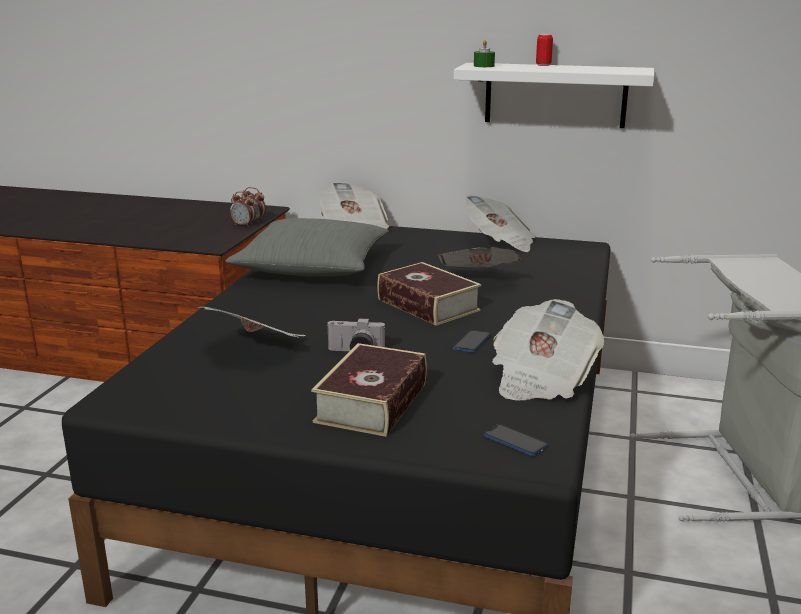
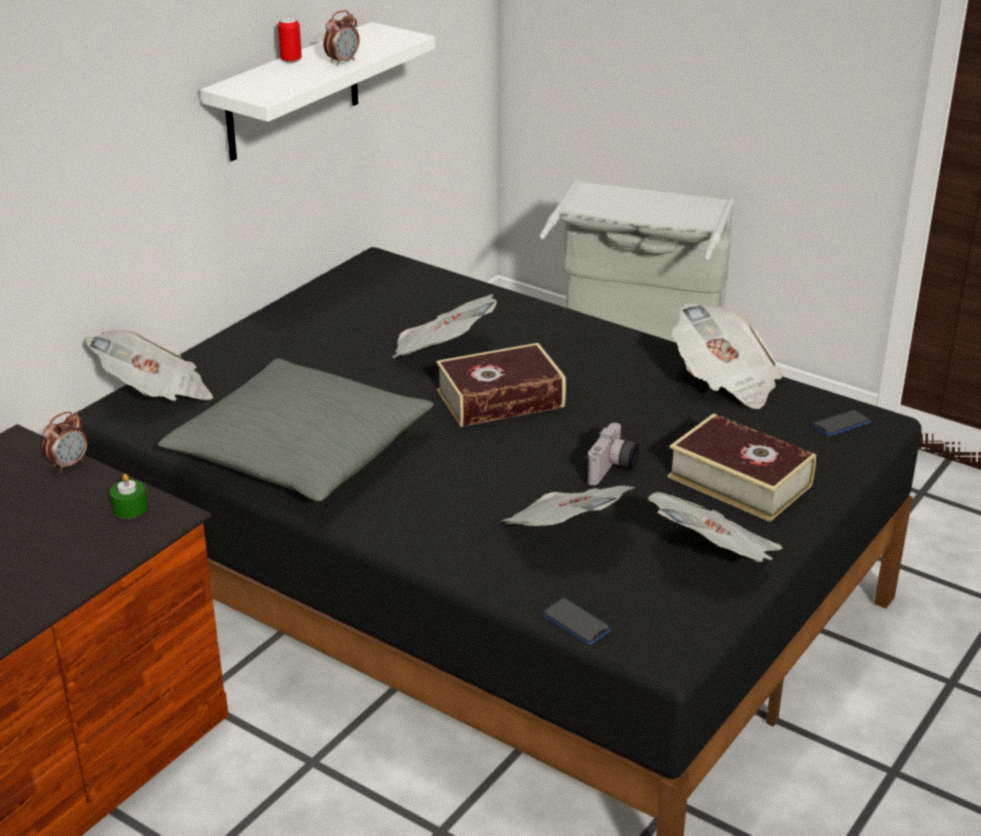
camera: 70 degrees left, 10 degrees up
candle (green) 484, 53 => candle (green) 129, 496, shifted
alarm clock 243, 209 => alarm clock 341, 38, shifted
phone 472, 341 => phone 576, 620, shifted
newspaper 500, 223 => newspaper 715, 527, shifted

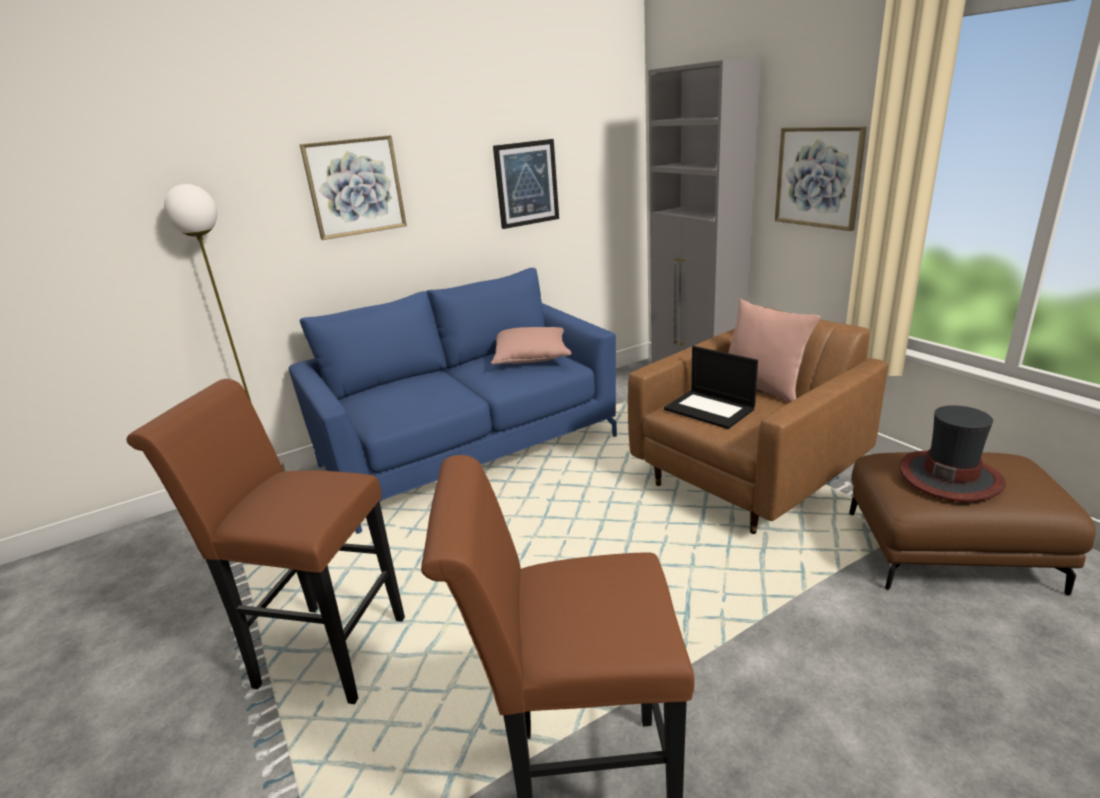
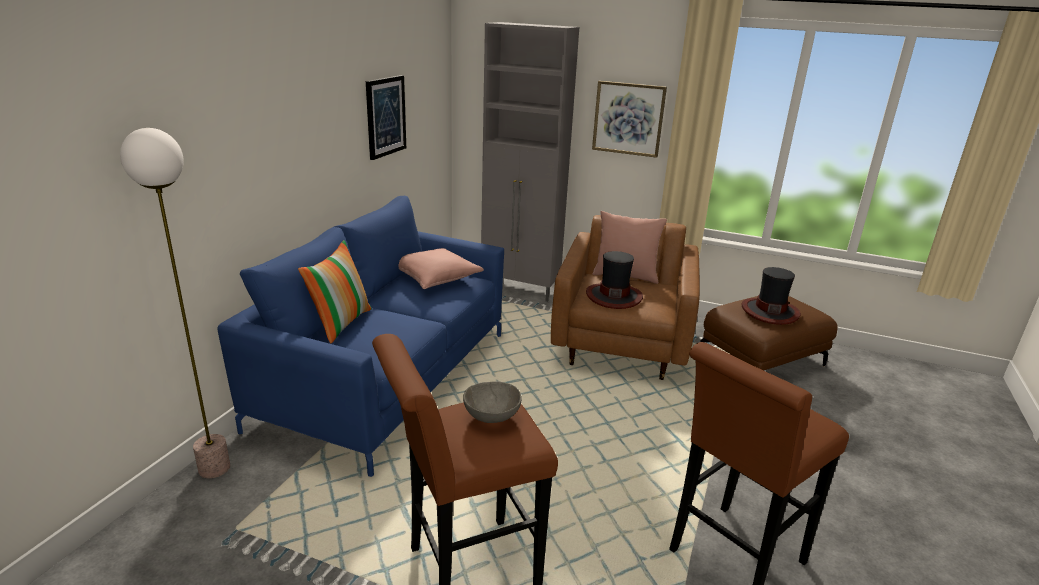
camera: 40 degrees left, 0 degrees up
nothing => pillow 335, 291
nothing => bowl (grey) 492, 402
laptop 711, 387 => hat 614, 280
picture 353, 187 => nothing

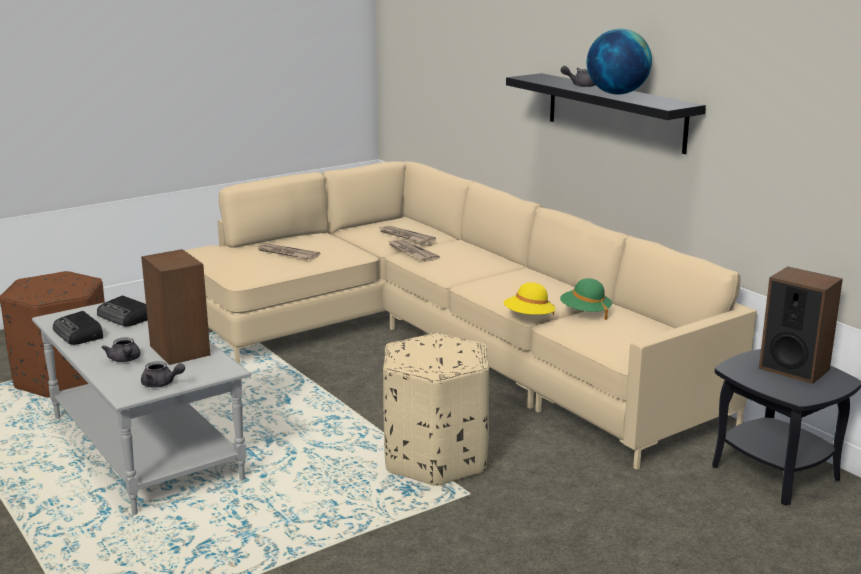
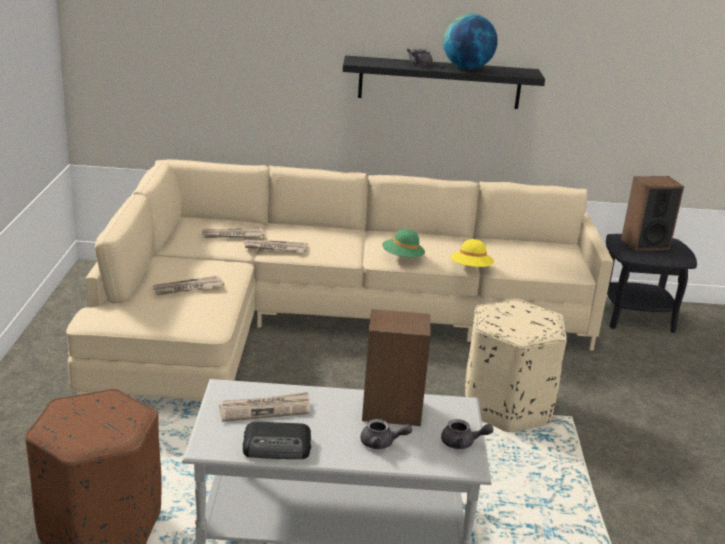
camera: 55 degrees left, 5 degrees up
radio 122, 311 => newspaper 264, 407
hat (green) 586, 299 => hat (green) 403, 243, shifted
teapot (grey) 163, 374 => teapot (grey) 467, 434, 45 degrees clockwise

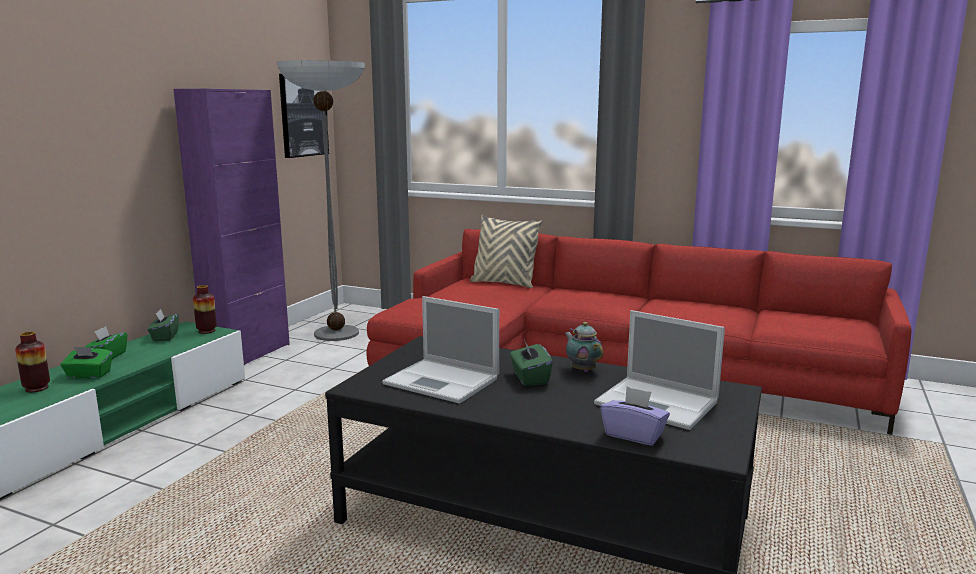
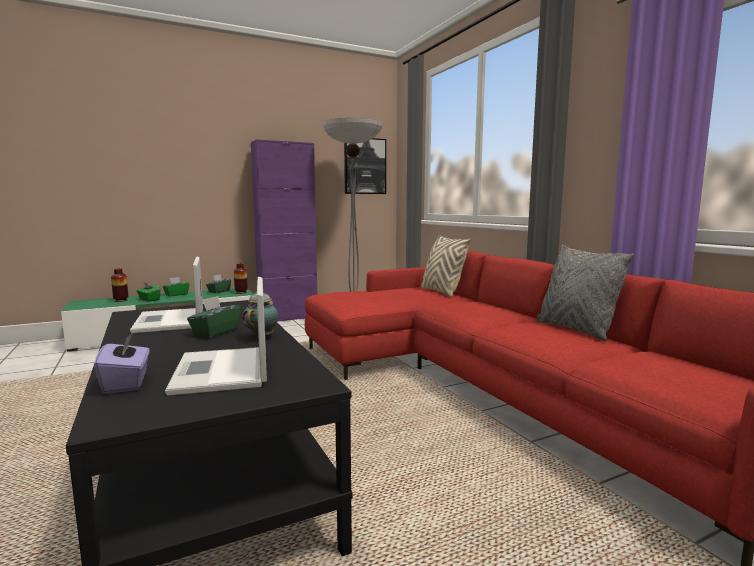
camera: 40 degrees right, 5 degrees down
nothing => pillow (grey) 585, 293

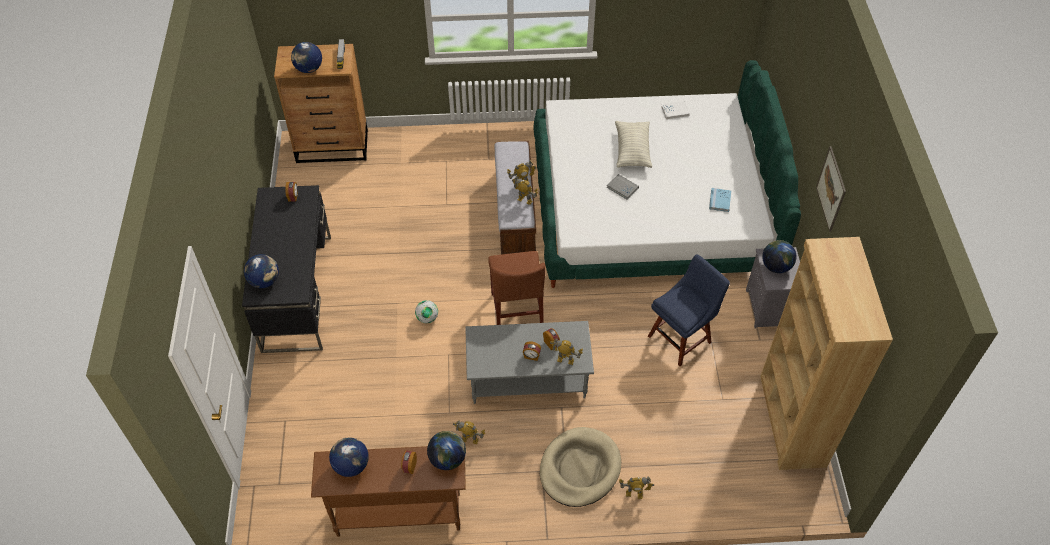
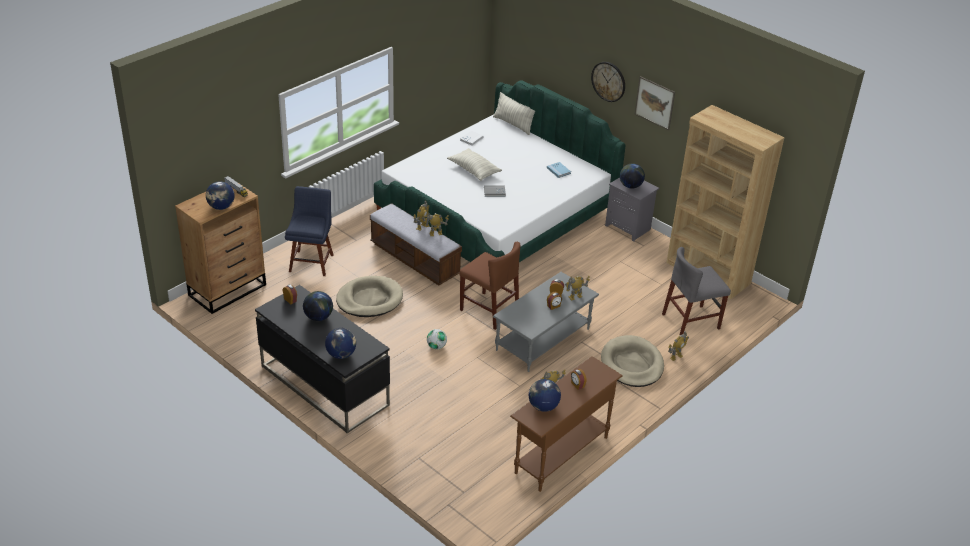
camera: 45 degrees left, 15 degrees down
chair (blue) 689, 310 => chair (blue) 309, 231, shifted
globe 446, 450 => globe 318, 306, shifted
nothing => dog bed (beige) 369, 296
nothing => pillow 514, 113
nothing => wall clock 608, 82
nothing => chair (grey) 696, 291

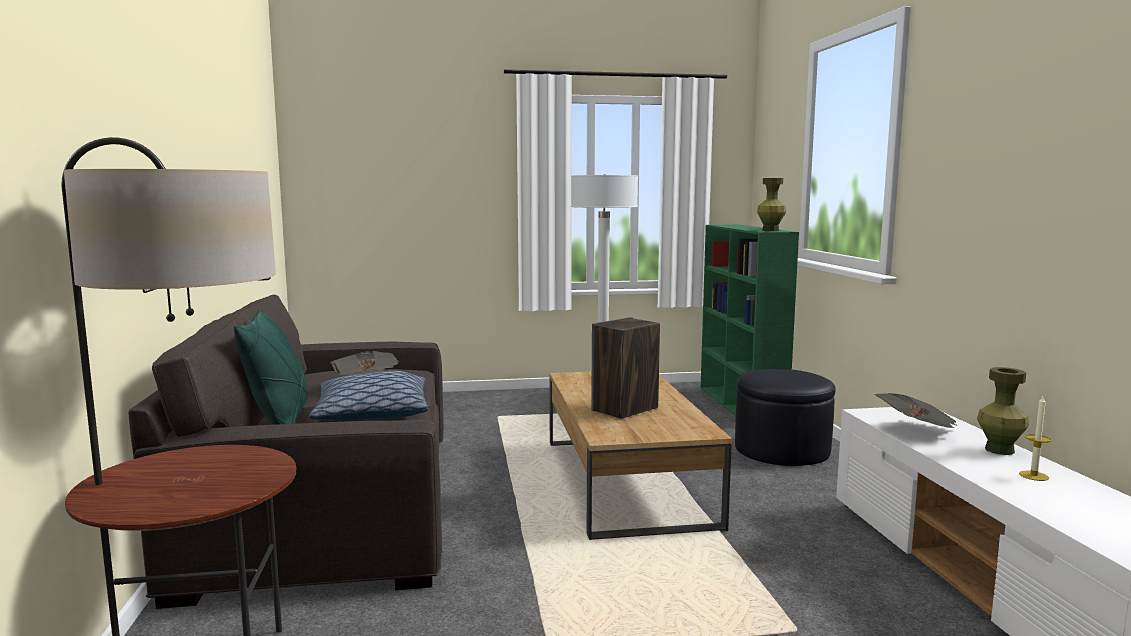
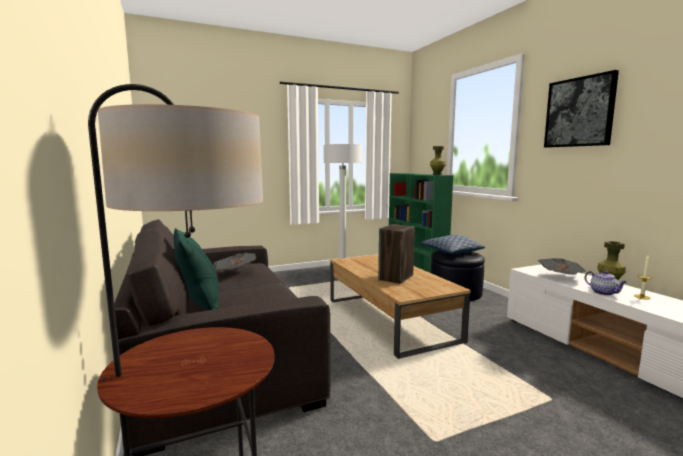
camera: 15 degrees left, 0 degrees up
pillow 369, 395 => pillow 453, 244, shifted
nothing => picture 581, 109
nothing => teapot 606, 283

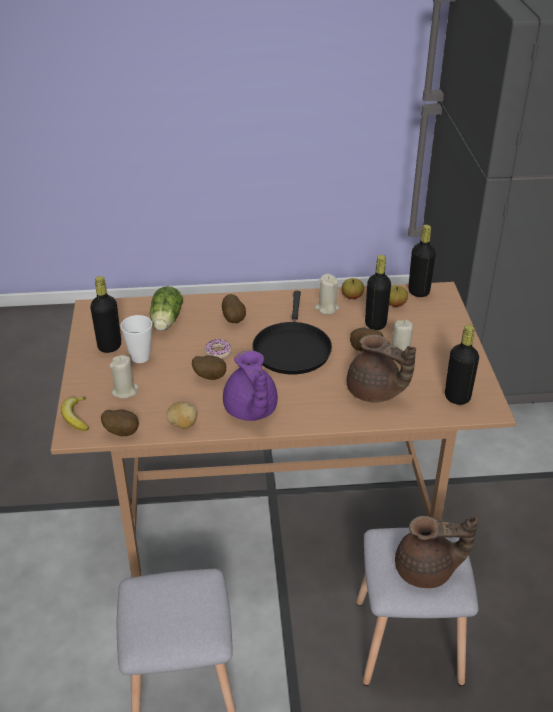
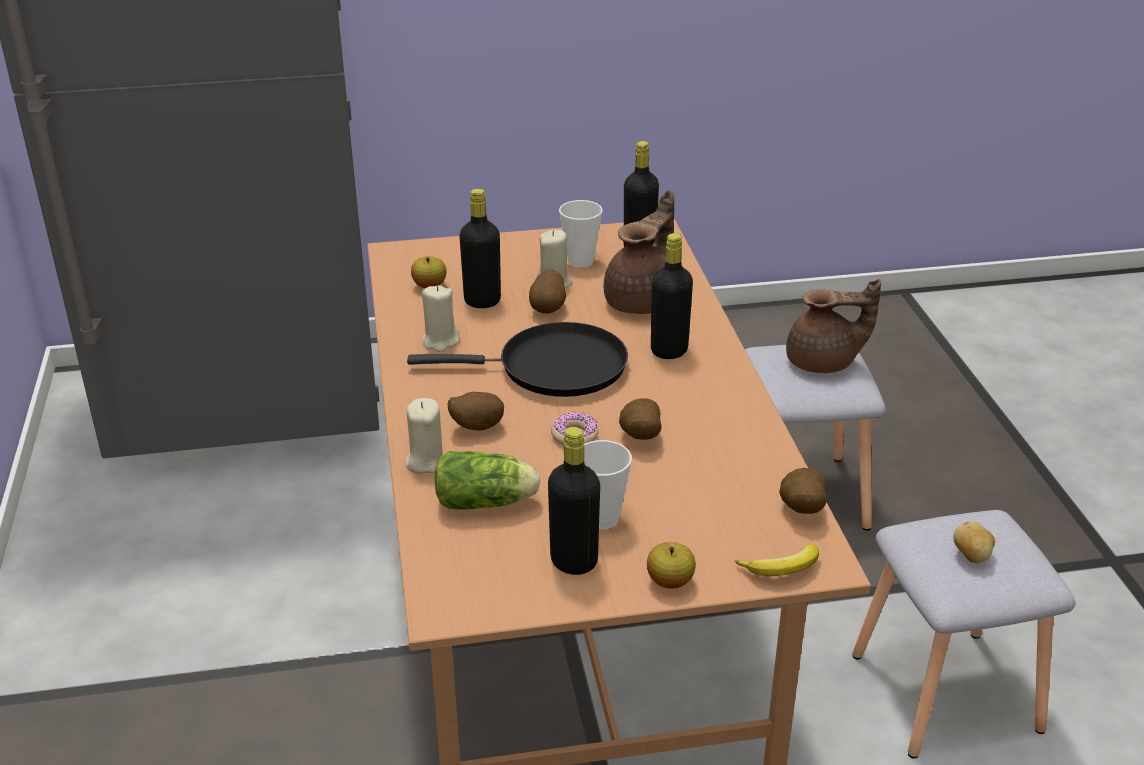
camera: 95 degrees left, 5 degrees down
candle (beige) 124, 377 => candle (beige) 425, 435, shifted
nothing => cup 581, 233
apple 353, 288 => apple 671, 565, shifted
bottle (black) 422, 261 => bottle (black) 672, 296, shifted
teapot (brown) 436, 552 => teapot (brown) 833, 326, 90 degrees clockwise
potato 181, 415 => potato 974, 542, shifted
teapot (purple) 250, 385 => nothing

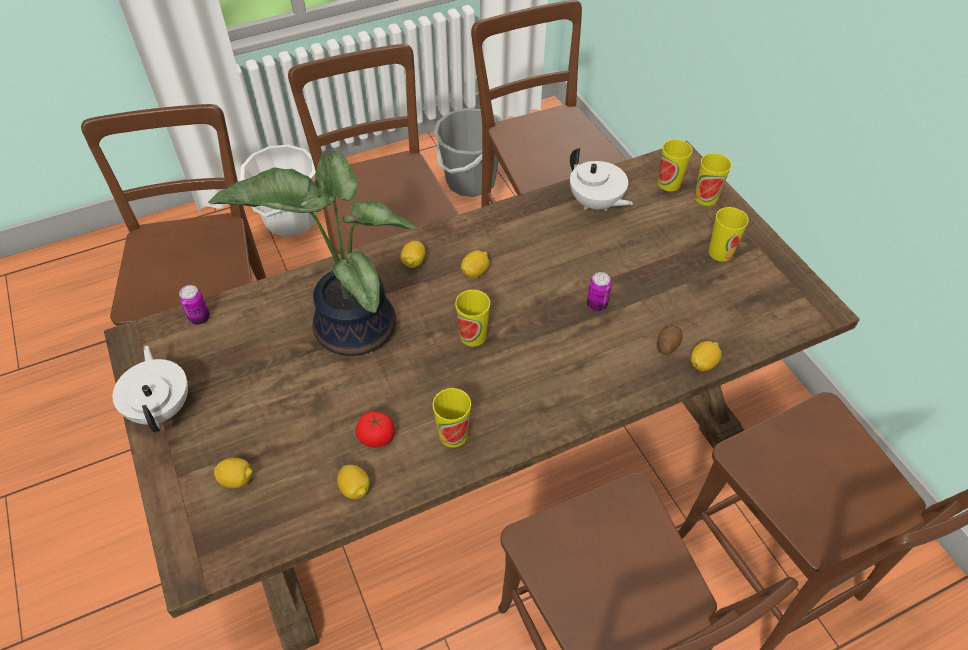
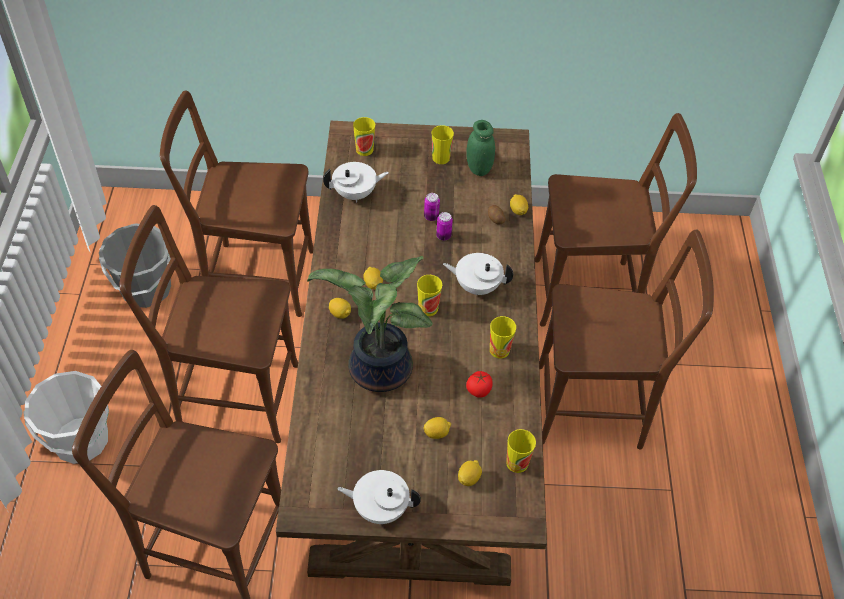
camera: 65 degrees left, 0 degrees up
lemon 353, 482 => lemon 437, 428, shifted
can 194, 305 => can 432, 207, shifted
nothing => teapot (white) 478, 274
nothing => jar (green) 480, 148
cup 713, 179 => cup 521, 451, shifted

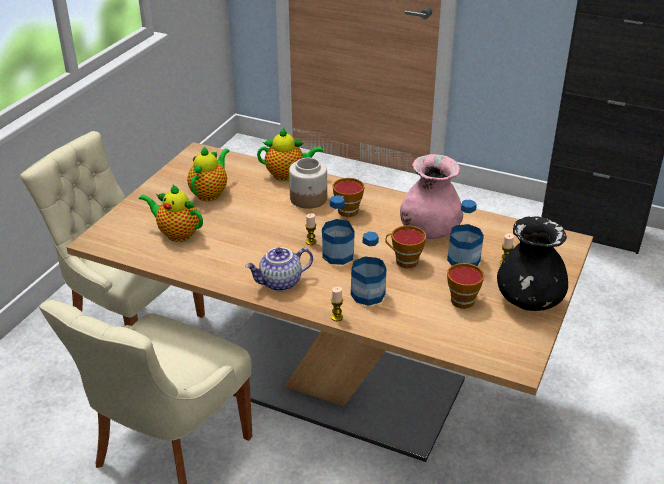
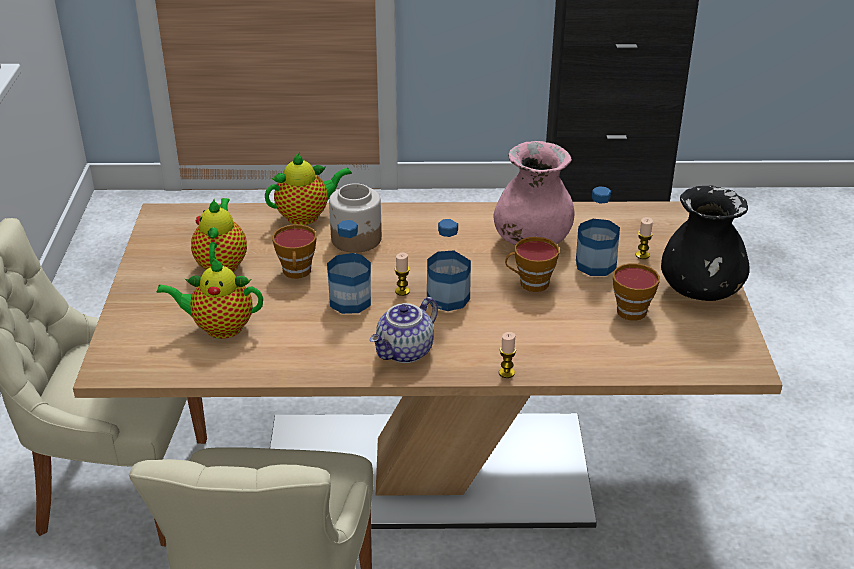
camera: 25 degrees left, 0 degrees up
cup 348, 197 => cup 294, 251, shifted
bottle 368, 269 => bottle 349, 267, shifted

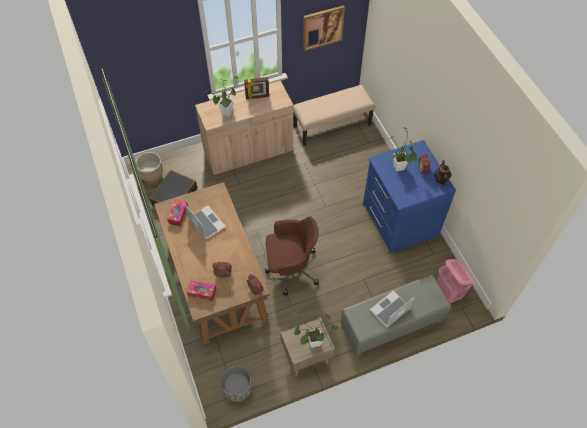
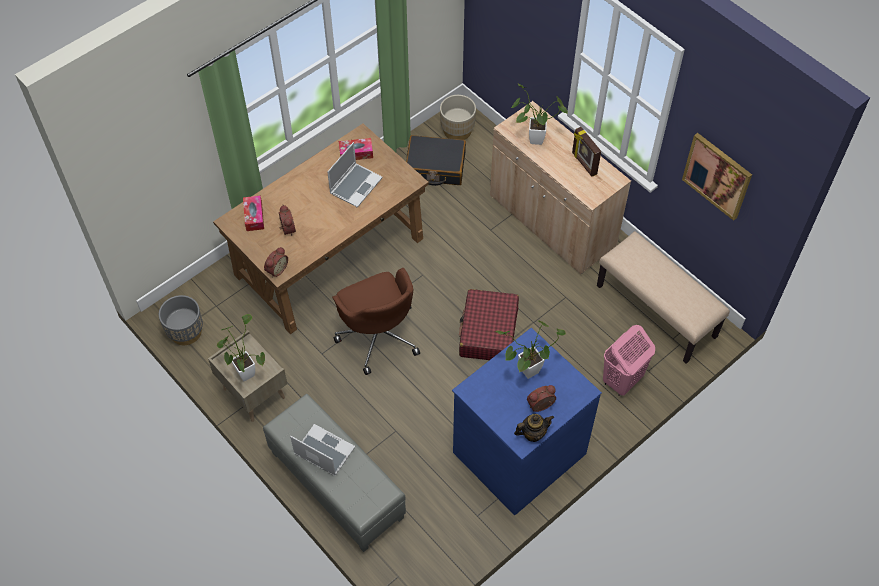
camera: 70 degrees right, 0 degrees up
nothing => suitcase (red) 489, 324
laundry basket (pink) 455, 281 => laundry basket (pink) 629, 360, shifted

